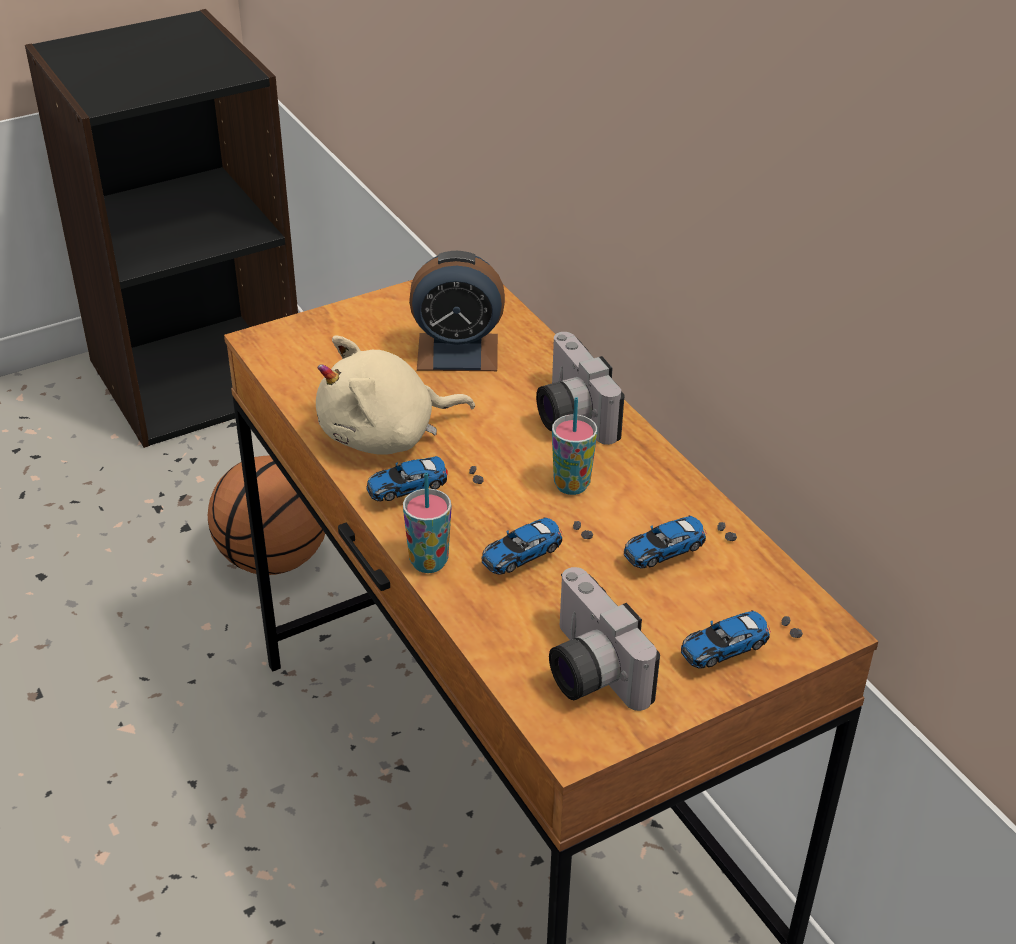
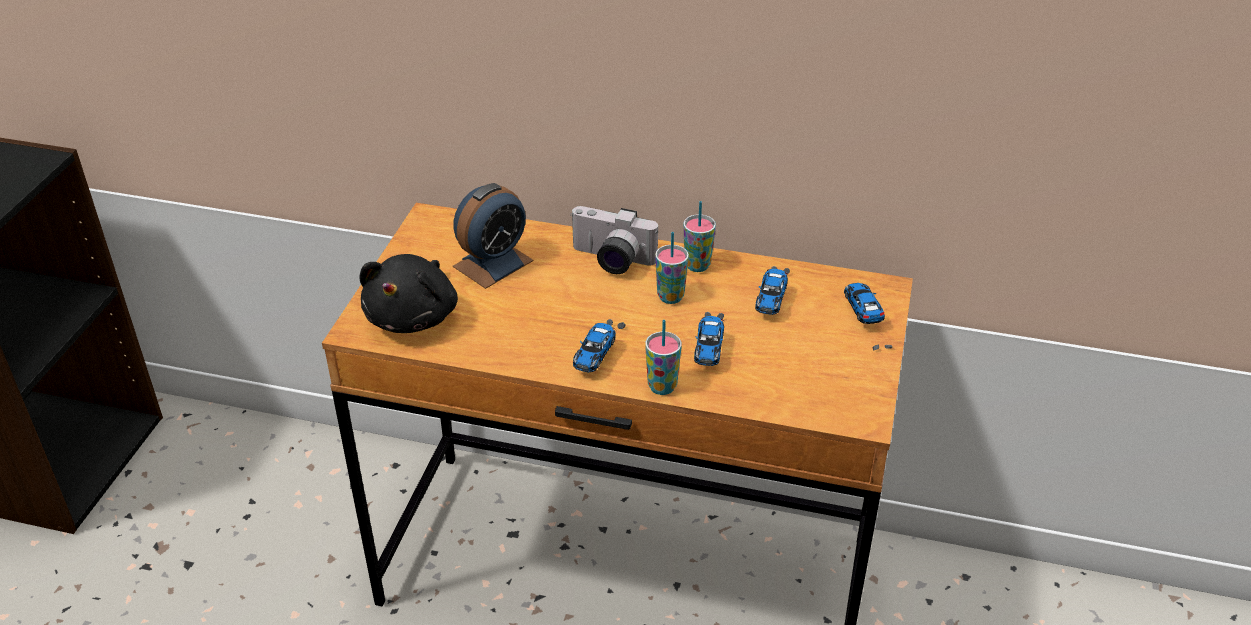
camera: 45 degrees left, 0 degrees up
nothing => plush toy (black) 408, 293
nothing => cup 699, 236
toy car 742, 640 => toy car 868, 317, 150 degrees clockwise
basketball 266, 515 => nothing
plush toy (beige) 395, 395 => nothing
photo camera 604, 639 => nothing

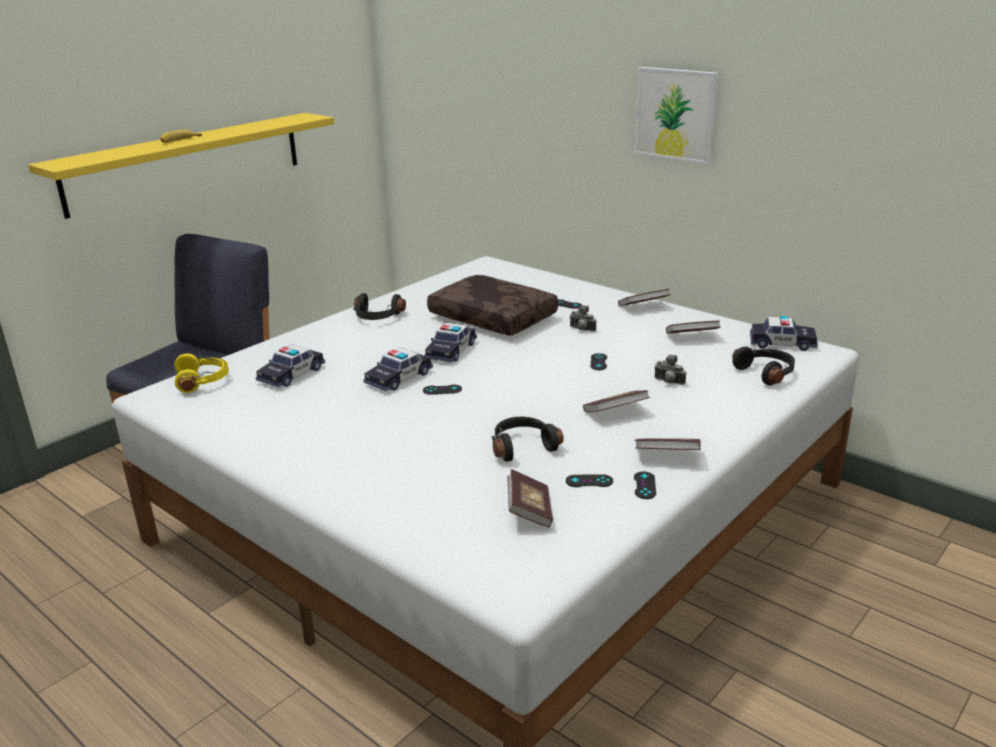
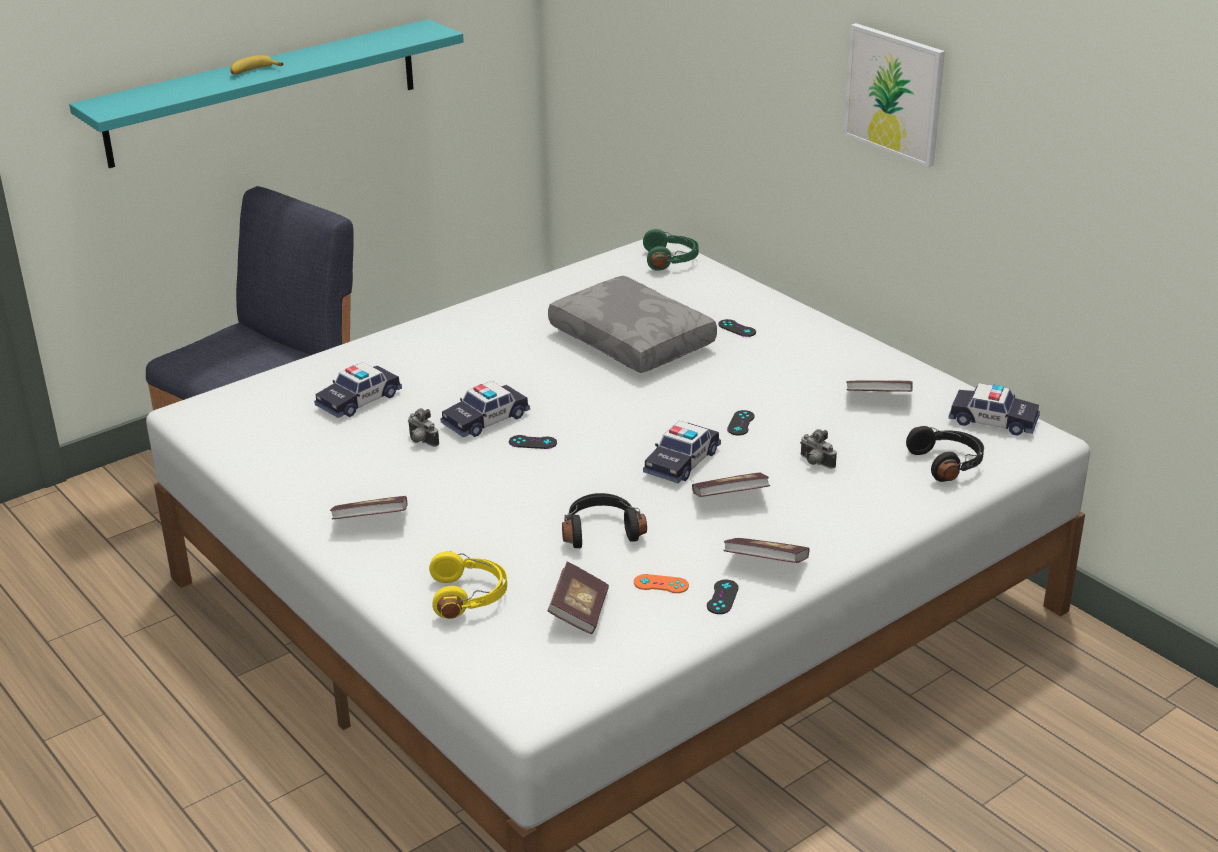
camera: 10 degrees right, 5 degrees up
shelf (yellow) 181, 166 => shelf (turquoise) 266, 93
book 644, 297 => book 369, 507, shifted
photo camera 582, 318 => photo camera 423, 427, shifted
headphones (yellow) 201, 373 => headphones (yellow) 468, 585, shifted
pillow (brown) 492, 305 => pillow (grey) 632, 324
game controller (black) 589, 480 => game controller (orange) 661, 583
nothing => headphones (green) 671, 250
toy car 450, 342 => toy car 682, 452, shifted
headphones (black) 379, 306 => nothing

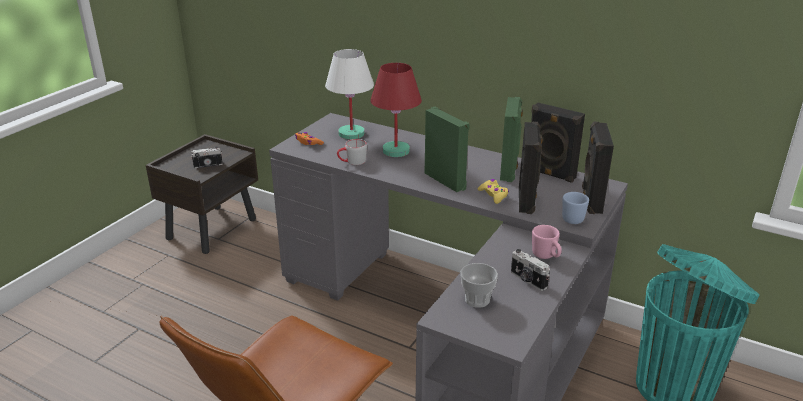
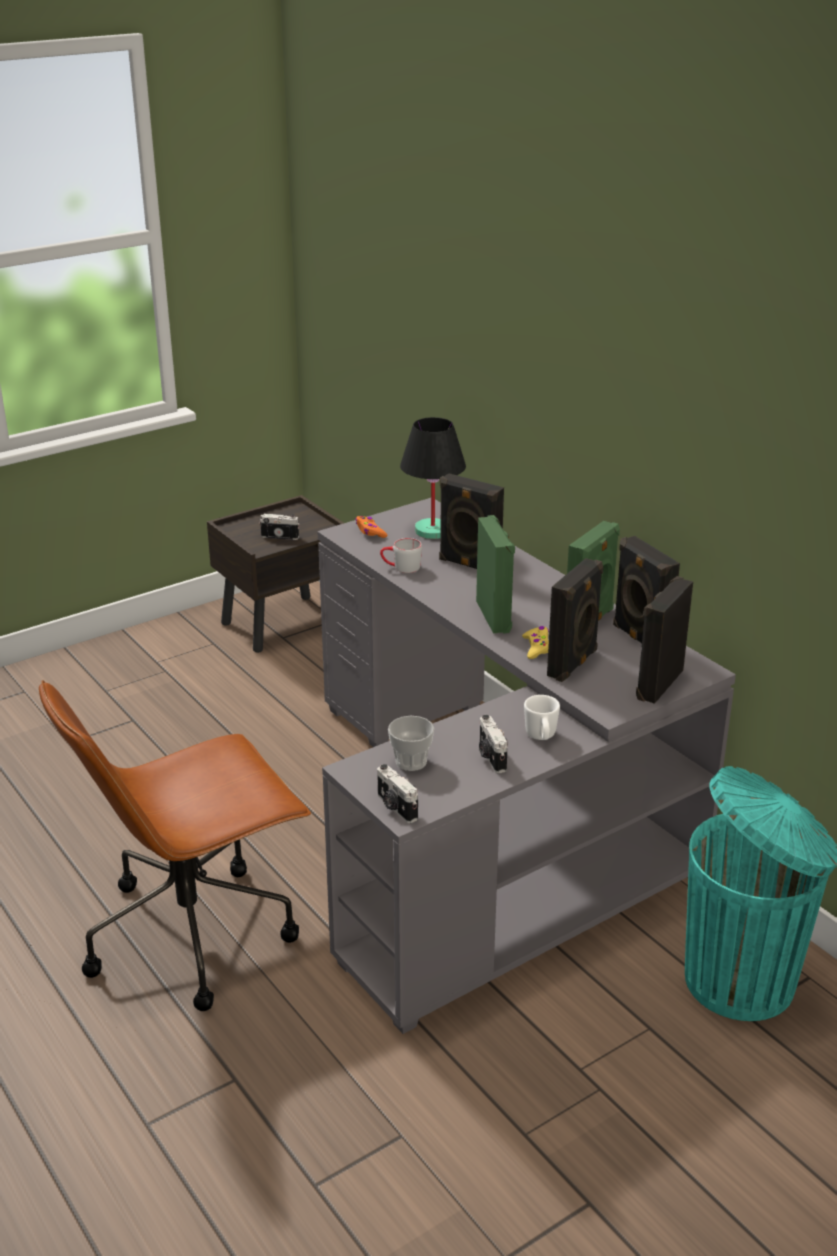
camera: 25 degrees right, 0 degrees up
nothing => photo camera 397, 793
table lamp (white) 349, 94 => table lamp (black) 433, 478
table lamp (red) 396, 110 => speaker (black) 471, 521
mug (pink) 547, 242 => mug (white) 542, 717
mug (blue) 575, 208 => nothing

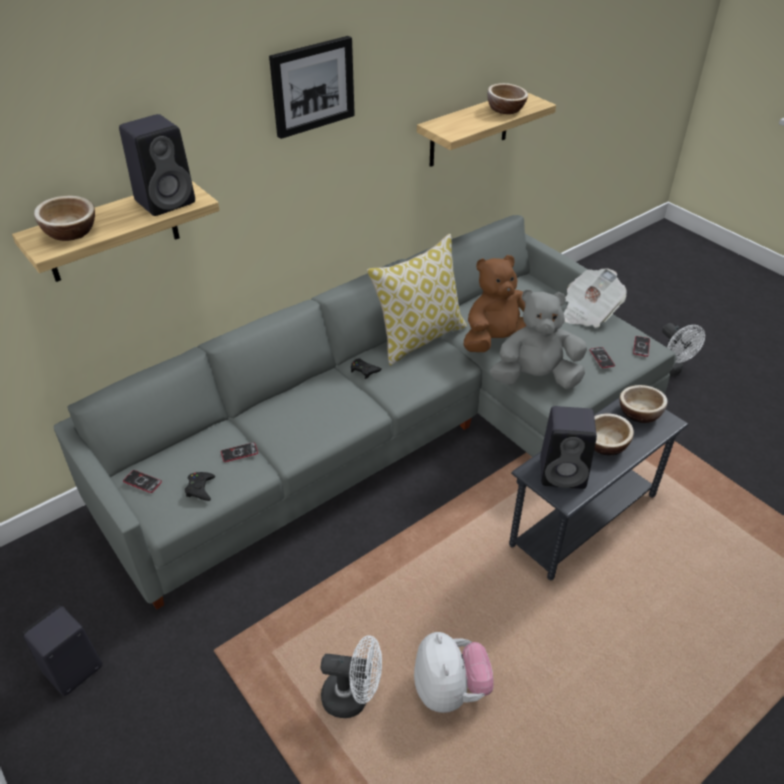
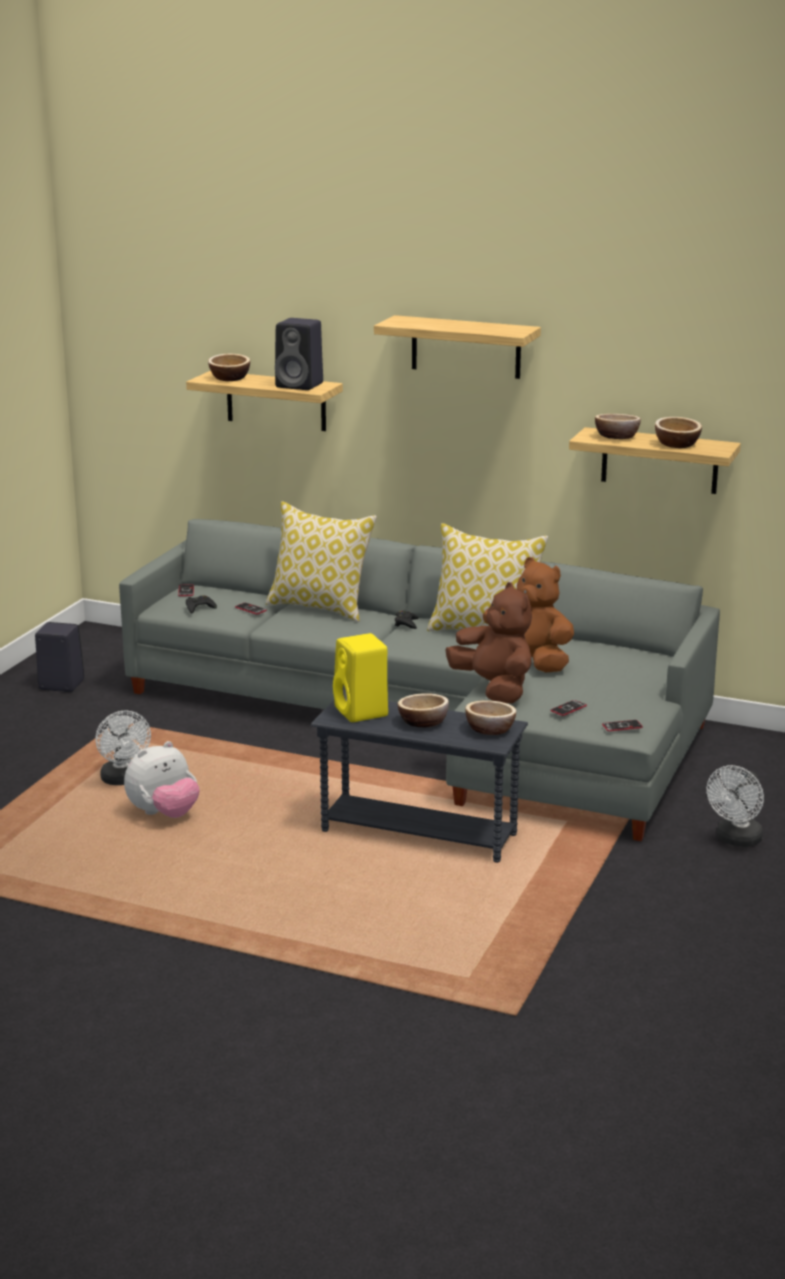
camera: 60 degrees right, 20 degrees down
nothing => pillow 321, 561
speaker (black) 568, 447 => speaker (yellow) 360, 677
picture 312, 87 => shelf 457, 347
plush toy (grey) 538, 339 => plush toy (brown) 488, 643
nothing => bowl 618, 426
newspaper 595, 298 => nothing

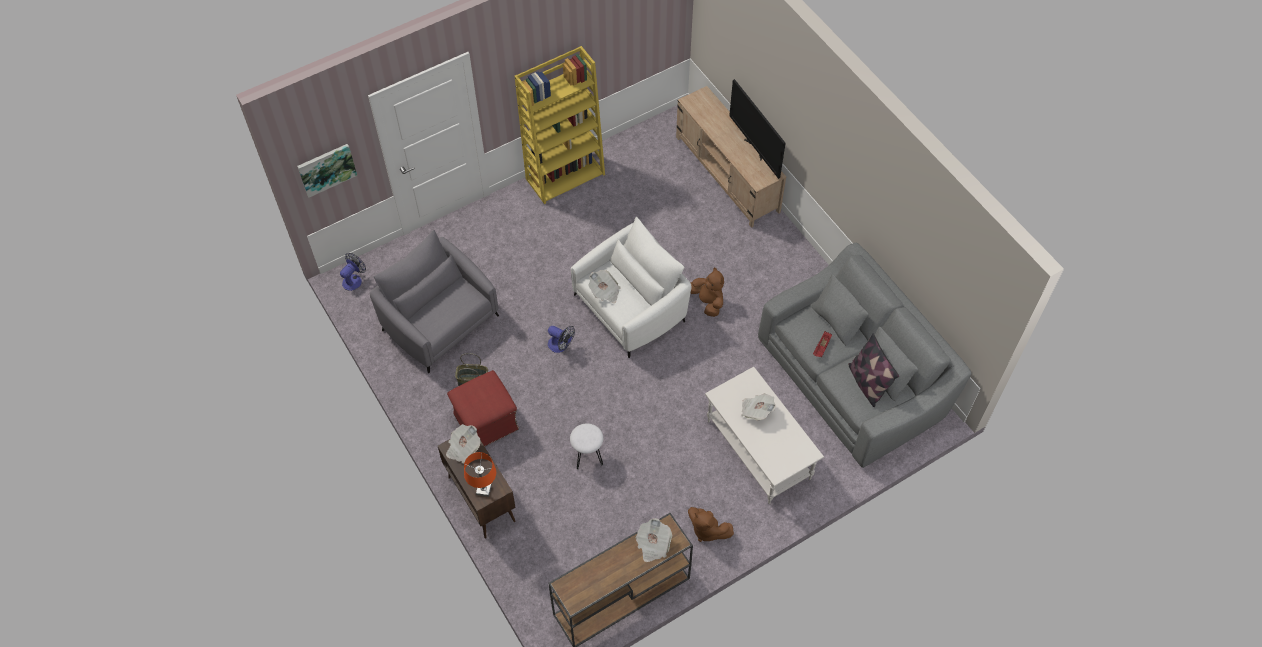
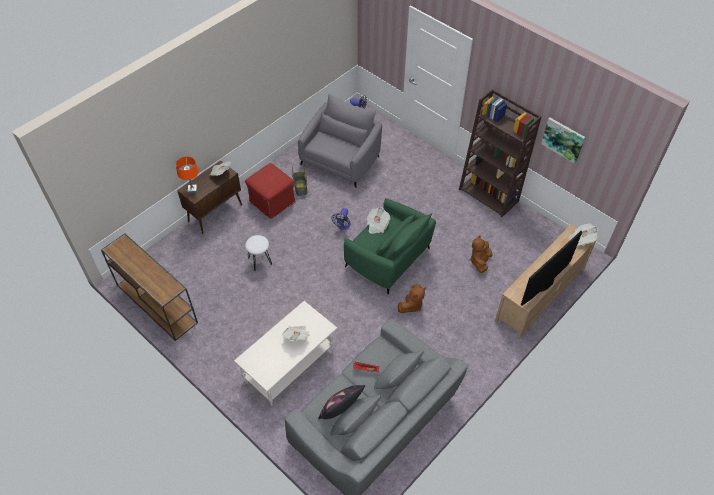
camera: 75 degrees right, 5 degrees down
armchair (white) 631, 287 => armchair (green) 390, 246
bookcase (yellow) 560, 125 => bookcase (brown) 500, 153
plush toy (brown) 711, 524 => plush toy (brown) 481, 254, shifted
picture 327, 170 => picture 563, 141, shifted
newspaper 654, 540 => newspaper 583, 235, shifted

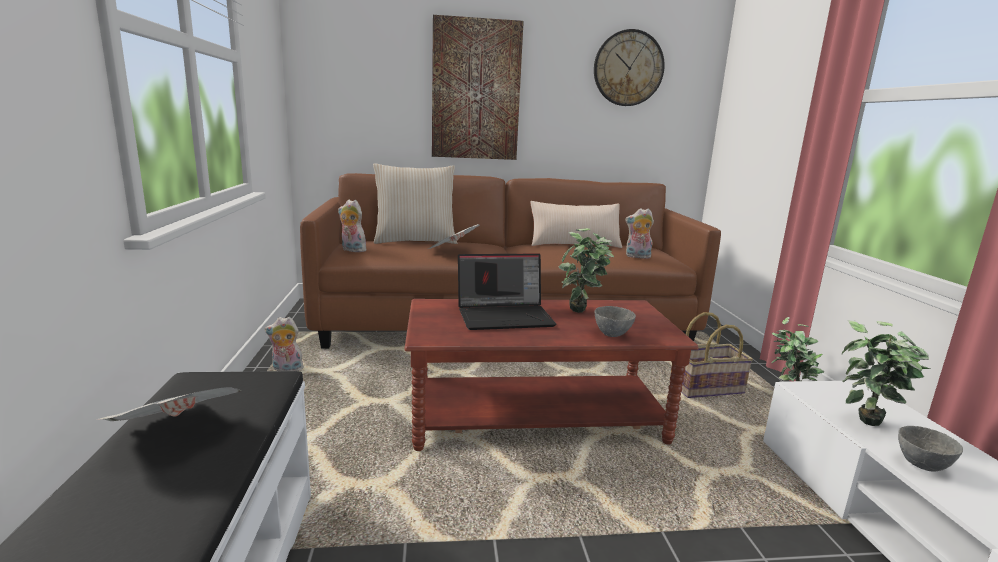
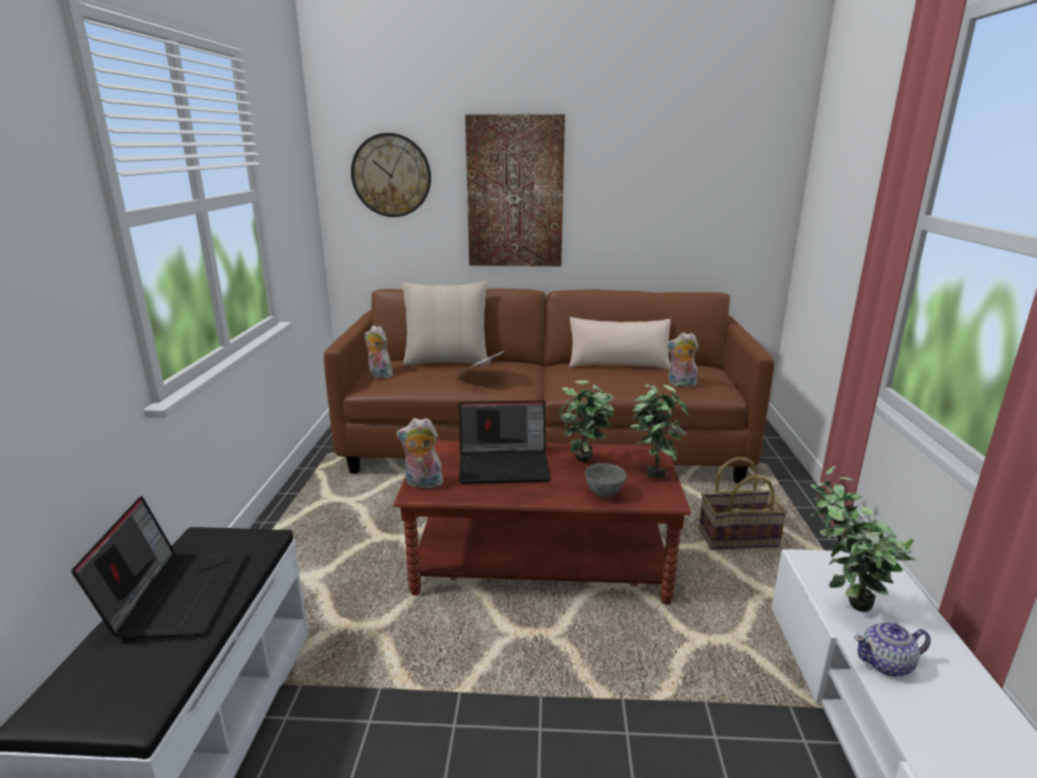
camera: 10 degrees right, 5 degrees up
newspaper 170, 404 => laptop 159, 567
wall clock 629, 67 => wall clock 391, 175, shifted
plush toy 284, 344 => plush toy 419, 453, shifted
nothing => potted plant 659, 430
bowl (grey) 930, 449 => teapot 892, 649

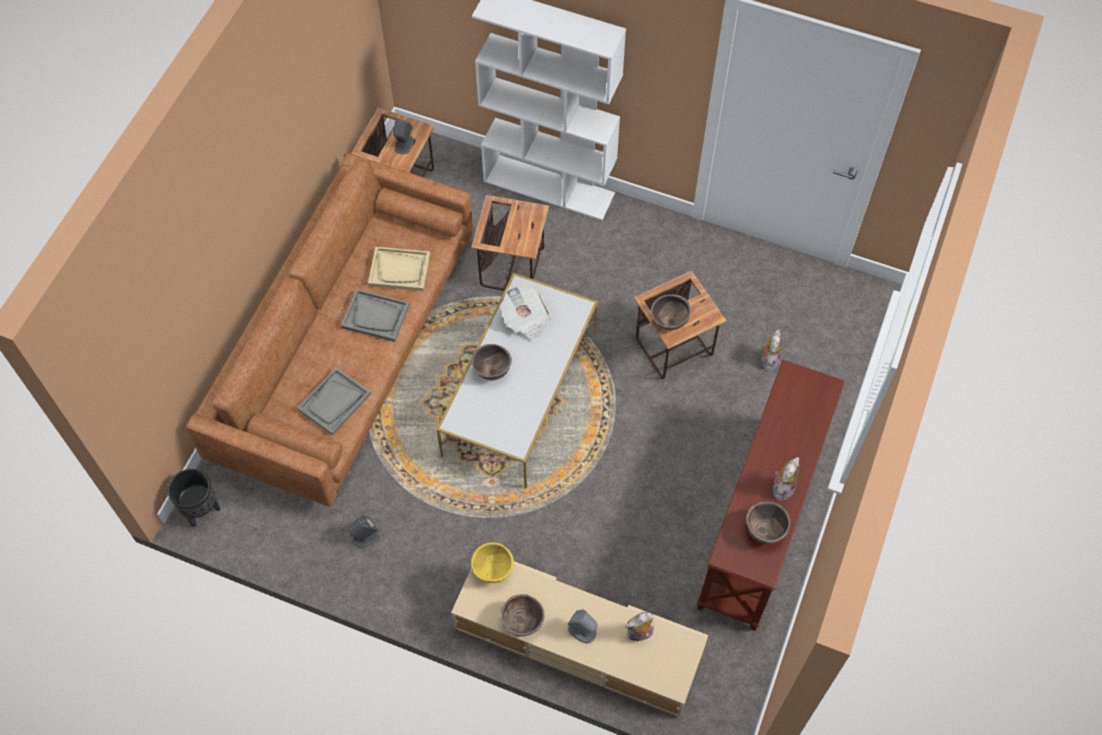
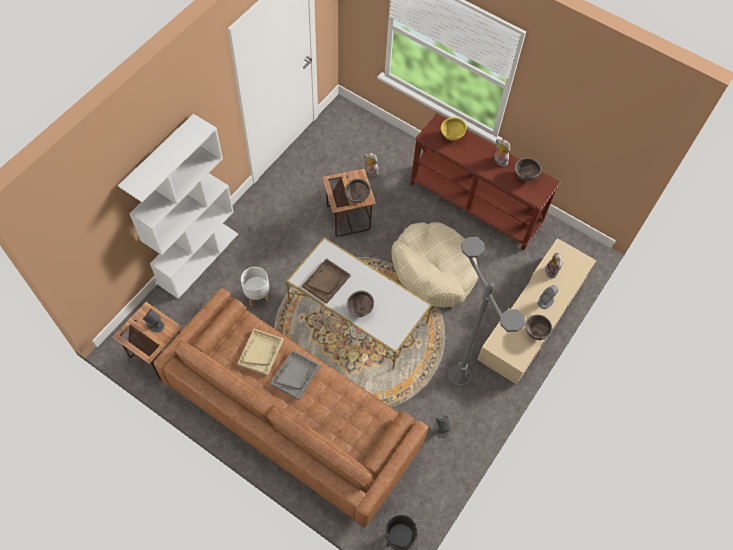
camera: 80 degrees left, 0 degrees up
side table 510, 243 => planter (white) 255, 286
newspaper 525, 313 => tray (brown) 326, 281
nothing => dog bed (beige) 434, 265
bowl (yellow) 492, 562 => bowl (yellow) 454, 128, shifted
nothing => floor lamp (grey) 486, 312
tray (grey) 334, 401 => nothing

